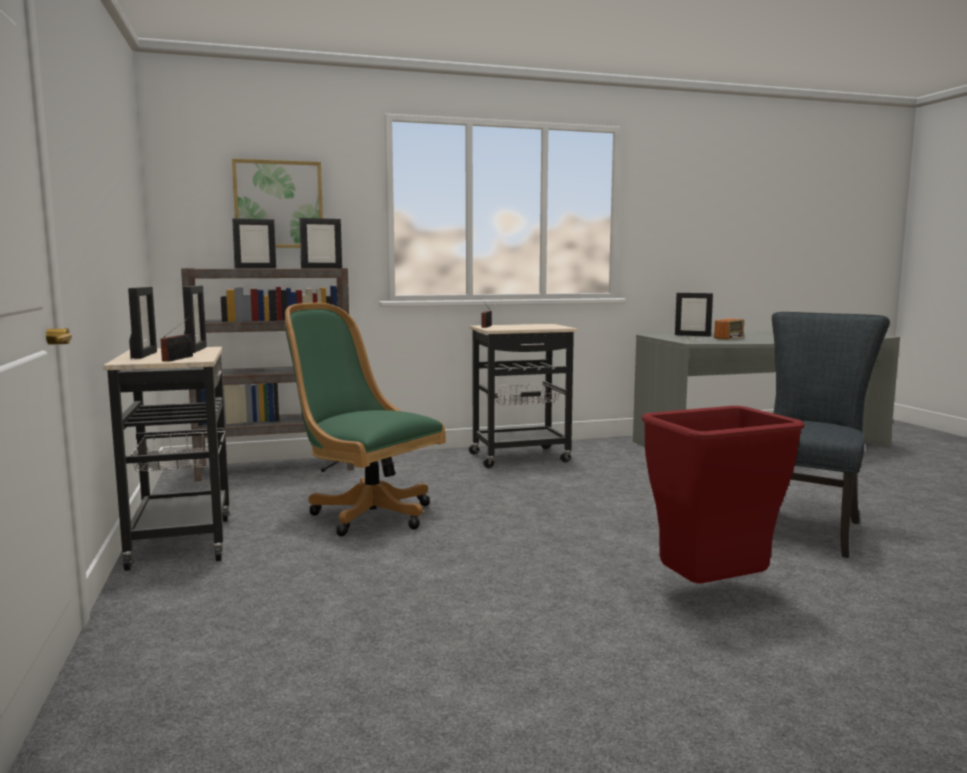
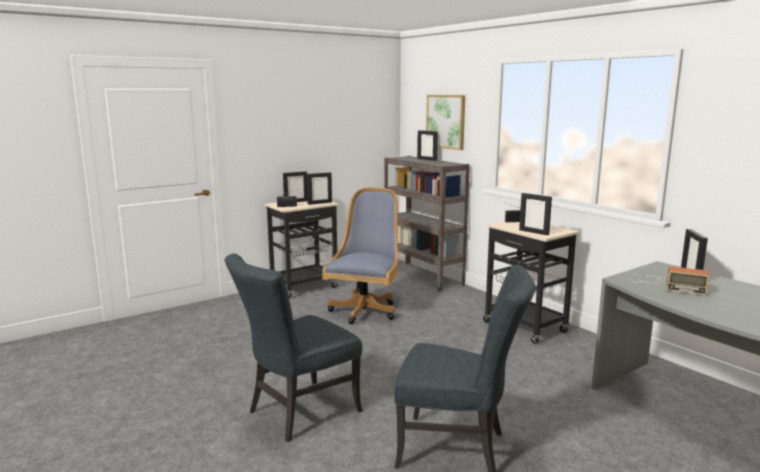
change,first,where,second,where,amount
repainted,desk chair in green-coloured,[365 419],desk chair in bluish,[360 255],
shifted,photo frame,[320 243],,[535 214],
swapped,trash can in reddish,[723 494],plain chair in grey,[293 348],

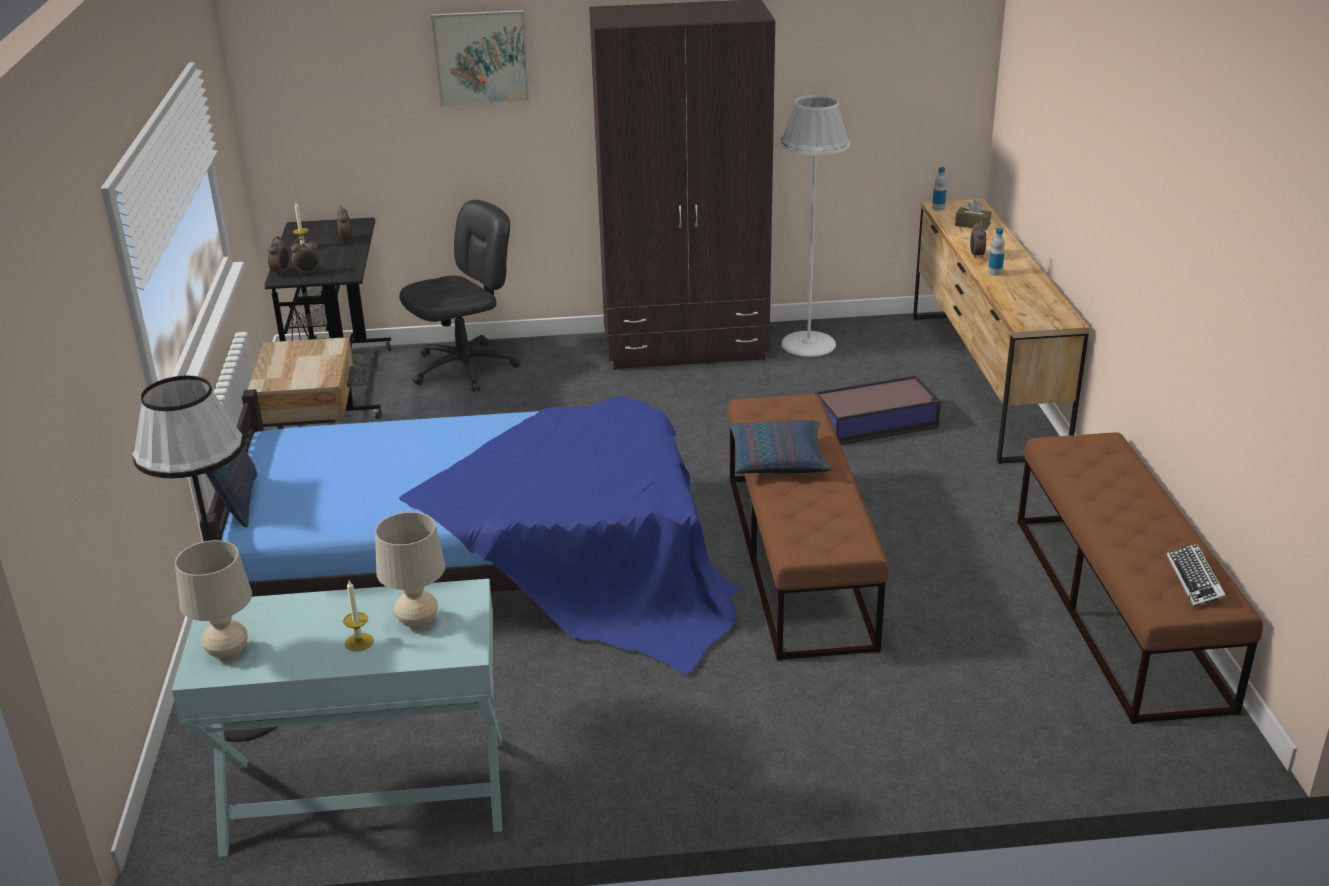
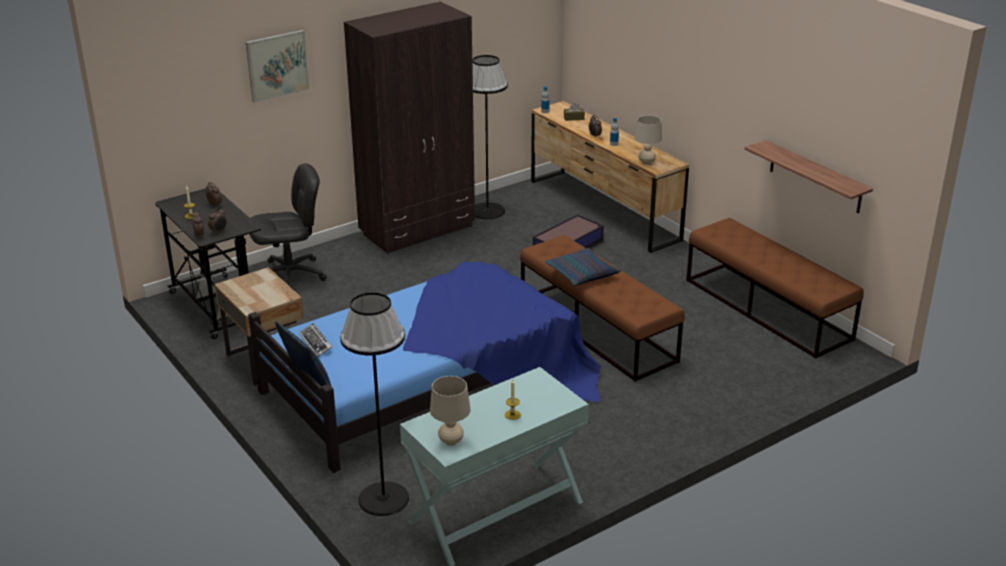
change,first,where,second,where,amount
shifted,lamp for a table in beige,[410 570],,[648 140],
rotated,desk chair in black,[460 296],,[288 224],45 degrees clockwise
repainted,floor lamp in white-coloured,[815 226],floor lamp in black,[490 137],
shifted,PC keyboard,[1196 575],,[315 340],
new,,,bracket shelf,[808 176],

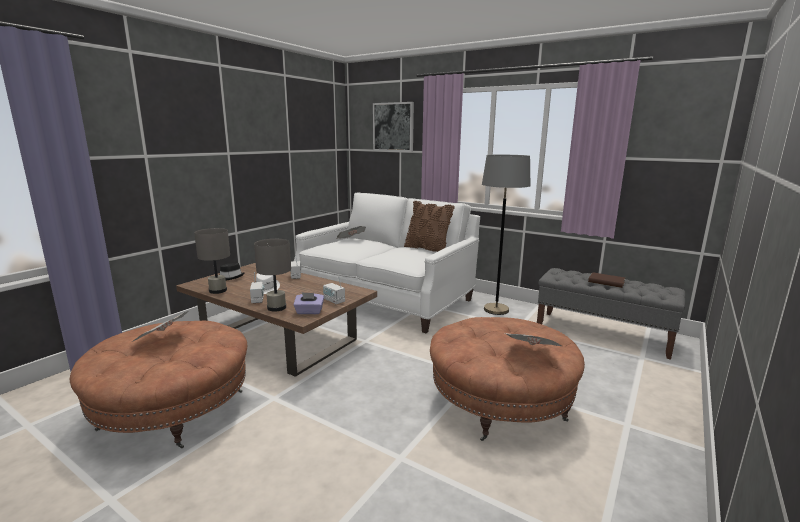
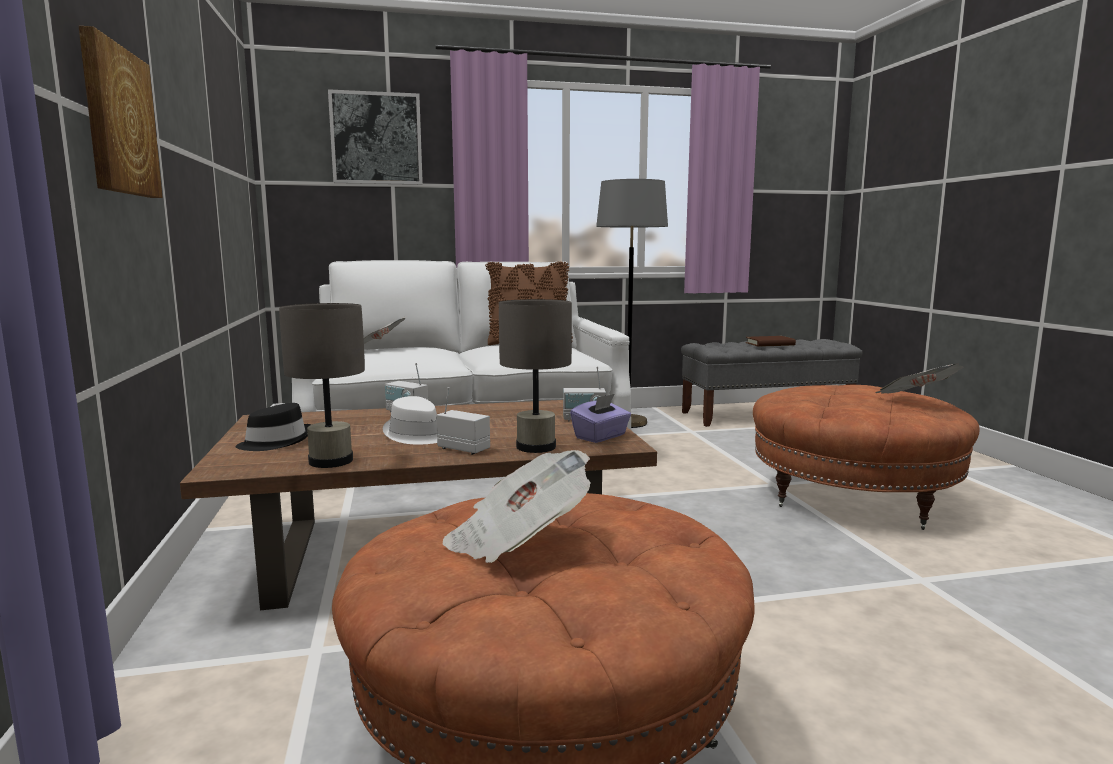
change,first,where,second,where,amount
new,,,wall picture,[121 112],

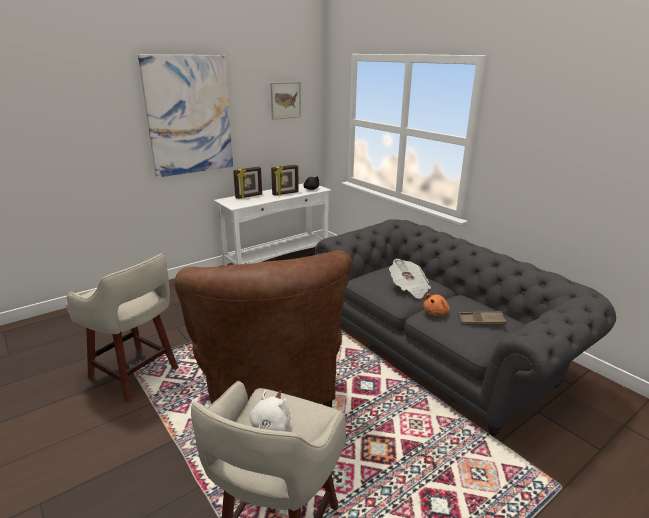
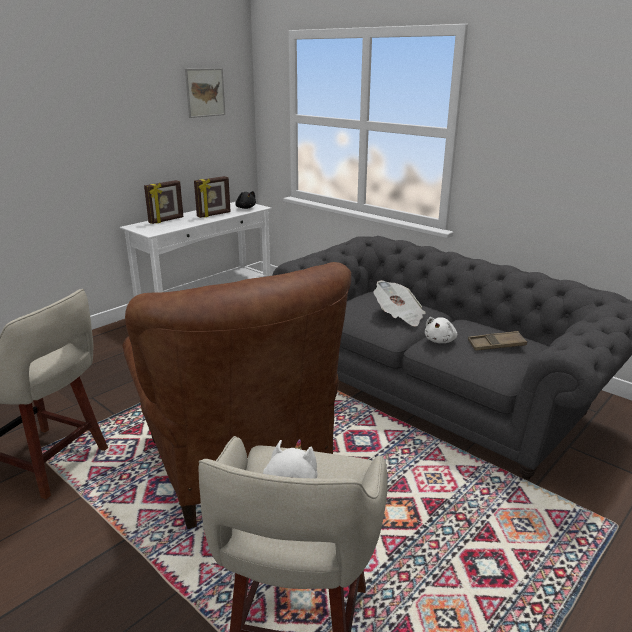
change,first,where,second,where,amount
gone,wall picture,[185 116],,,
repainted,cuddly toy in orangey,[436 305],cuddly toy in white-coloured,[441 330],

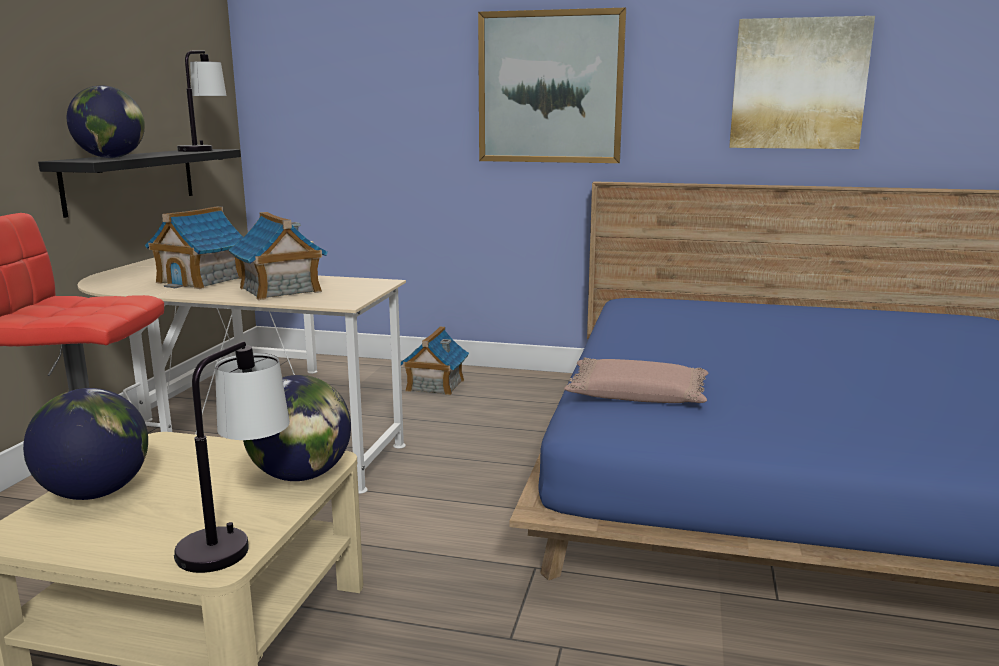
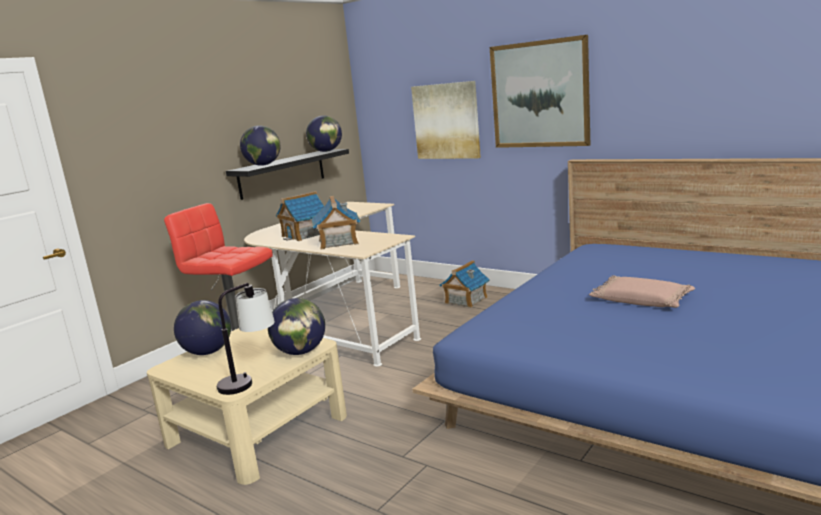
change,first,where,second,where,amount
swapped,lamp for a table,[202 101],world globe,[324 133],
shifted,pillow in beige,[636 380],,[642 291],
shifted,wall picture,[802 82],,[446 120],

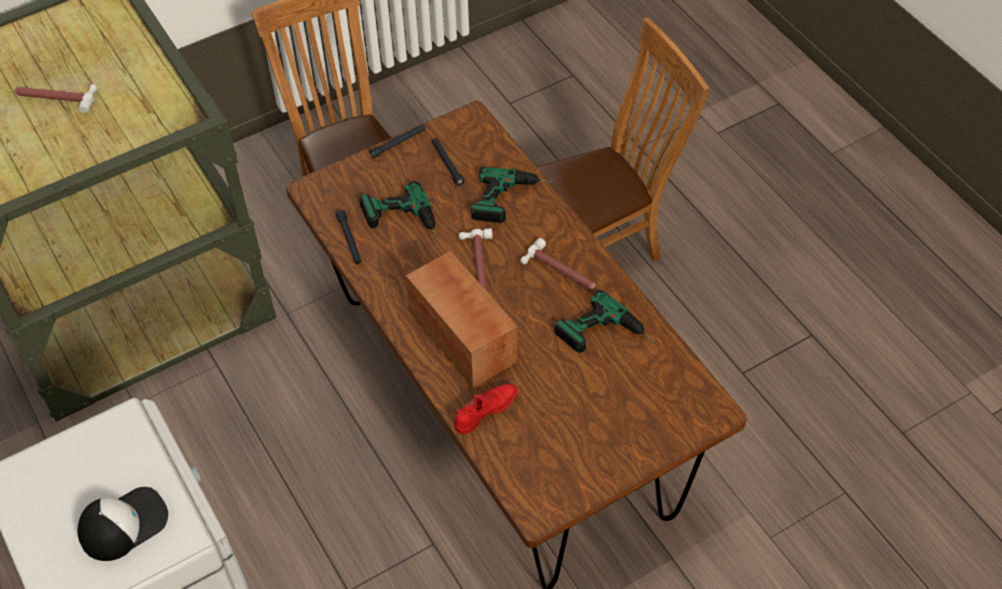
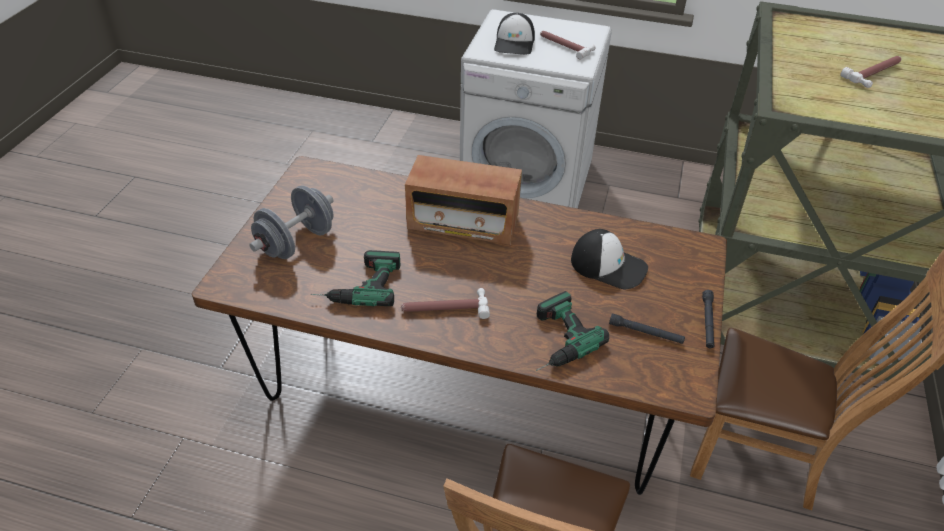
change,first,where,second,where,amount
gone,torch in black,[349 237],,,
swapped,electric drill,[398 210],baseball cap,[609 259],
gone,item of footwear in reddish,[486 409],,,
shifted,hammer,[475 259],,[568 45],
new,,,free weight in grey,[291 222],

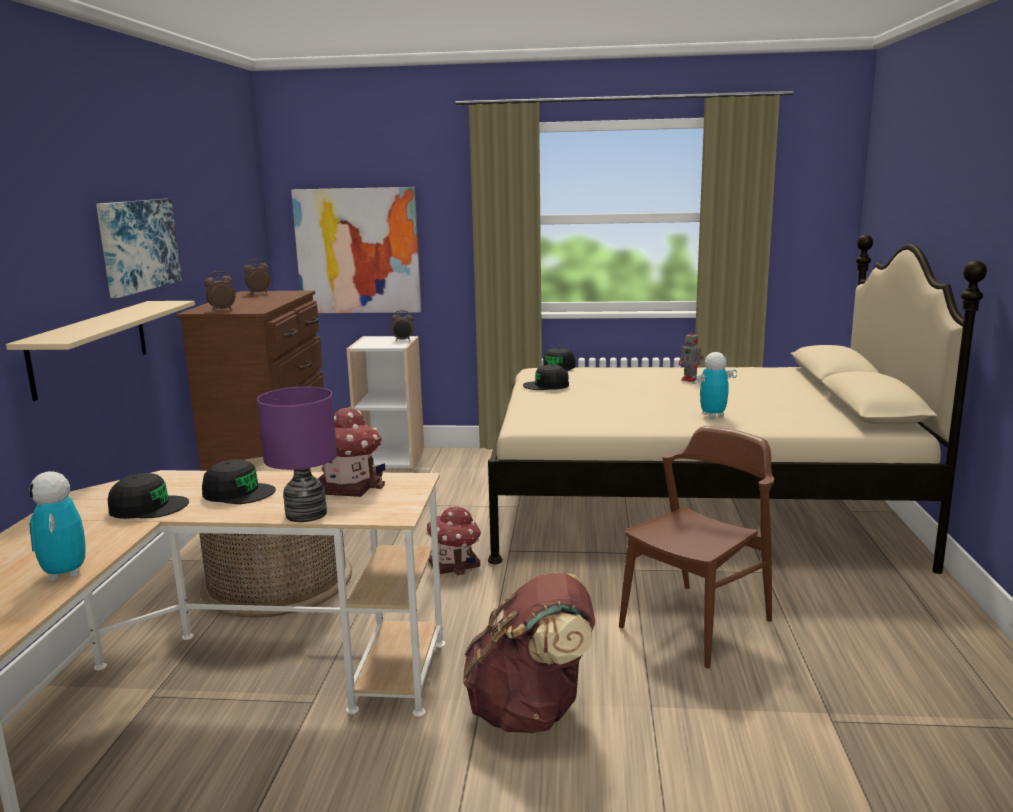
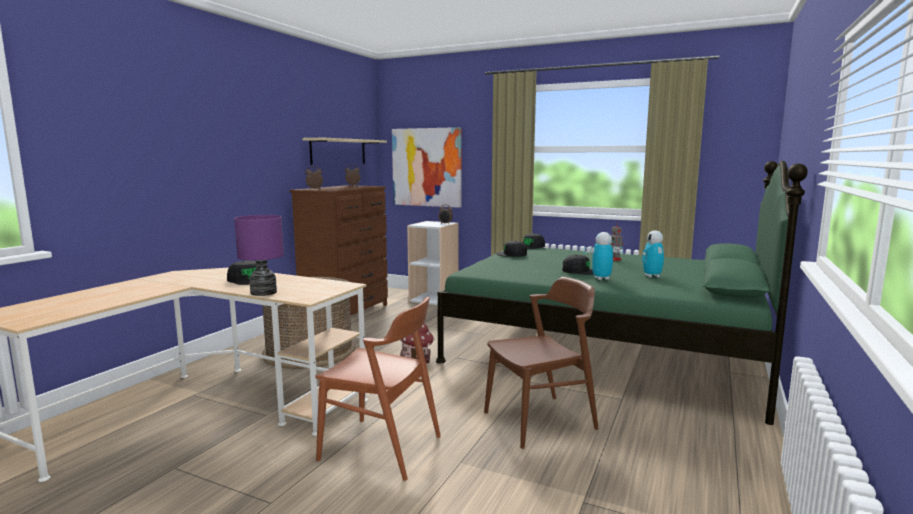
change,first,where,second,where,amount
shifted,bracket shelf in beige,[100 351],,[345 151],
shifted,robot figure,[57 526],,[653 254],
gone,wall picture,[139 248],,,
shifted,baseball cap in black,[148 496],,[577 265],
gone,miniature house,[351 452],,,
swapped,rucksack in brown-coloured,[529 652],plain chair in brown-coloured,[378 389],
repainted,bed in beige,[737 404],bed in green-coloured,[622 293],

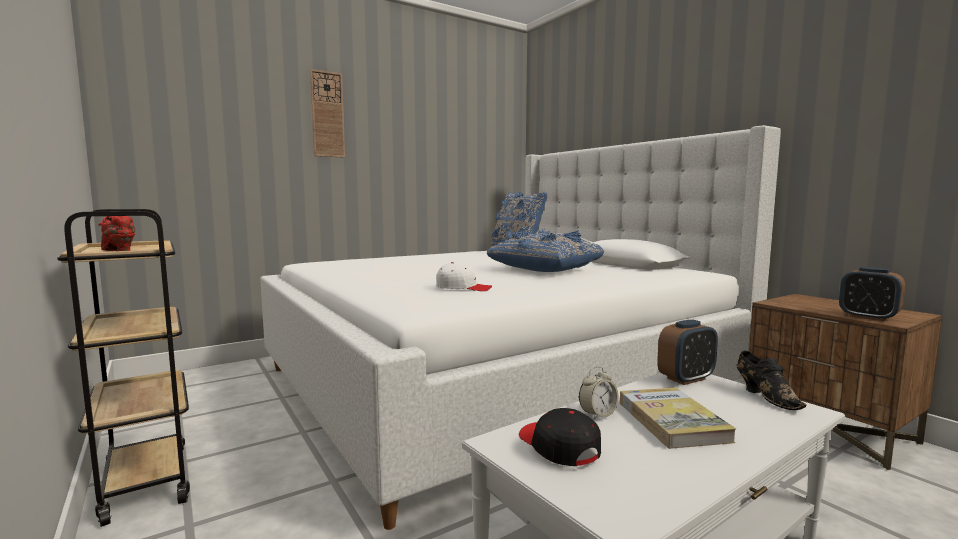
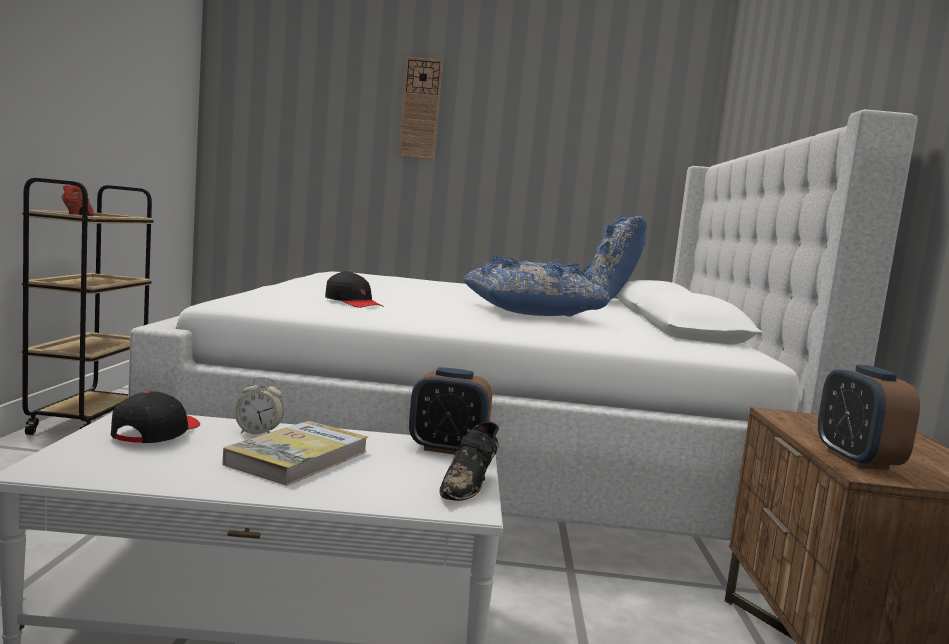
change,first,where,second,where,amount
repainted,baseball cap in white-coloured,[464 276],baseball cap in black,[354 289],

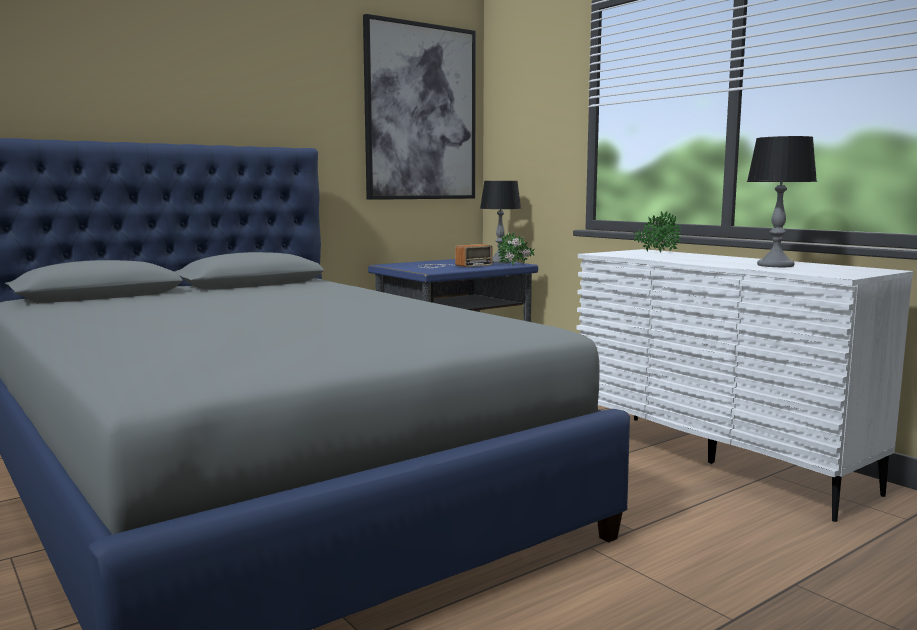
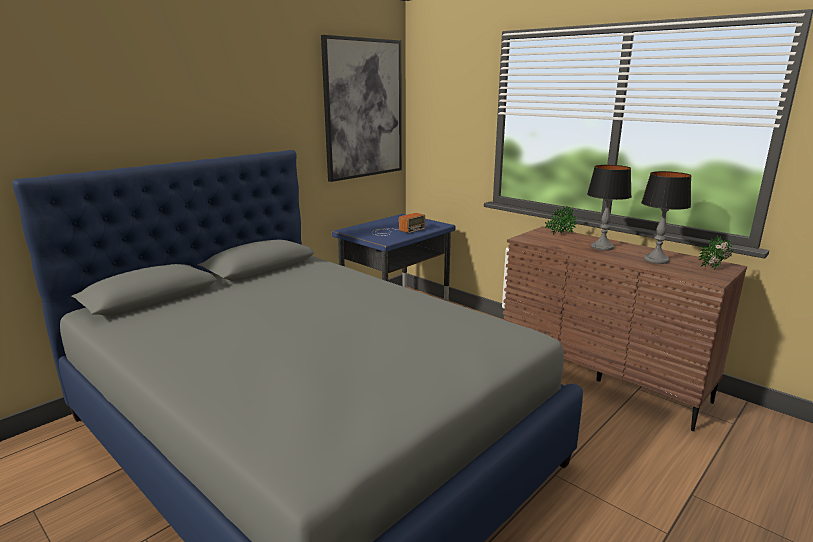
change,first,where,second,where,amount
shifted,lamp for a table,[500 222],,[609 208],
shifted,plant in a pot,[516 249],,[716 252],
repainted,dresser in white-coloured,[745 385],dresser in brown-coloured,[625 328],

